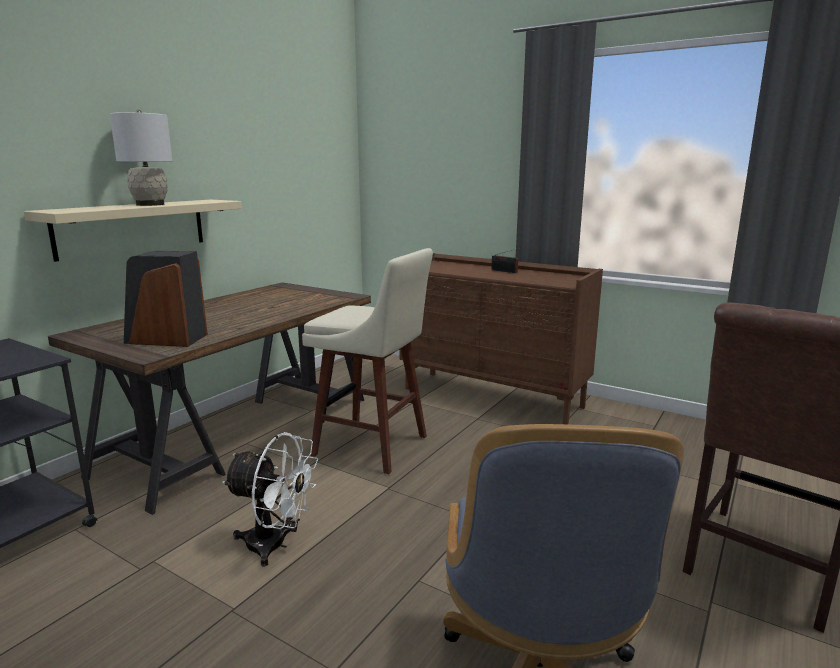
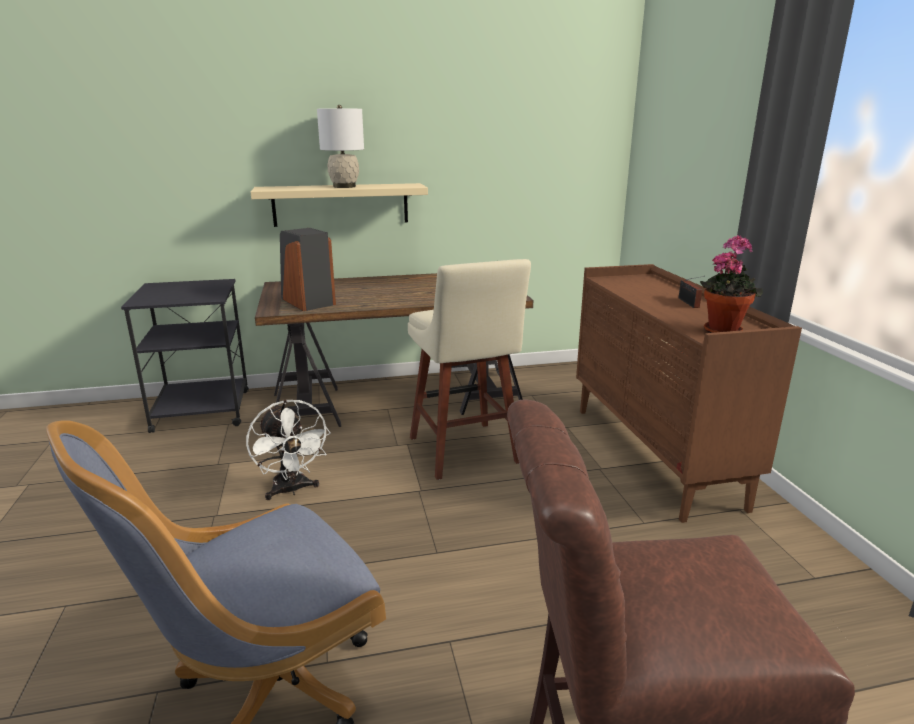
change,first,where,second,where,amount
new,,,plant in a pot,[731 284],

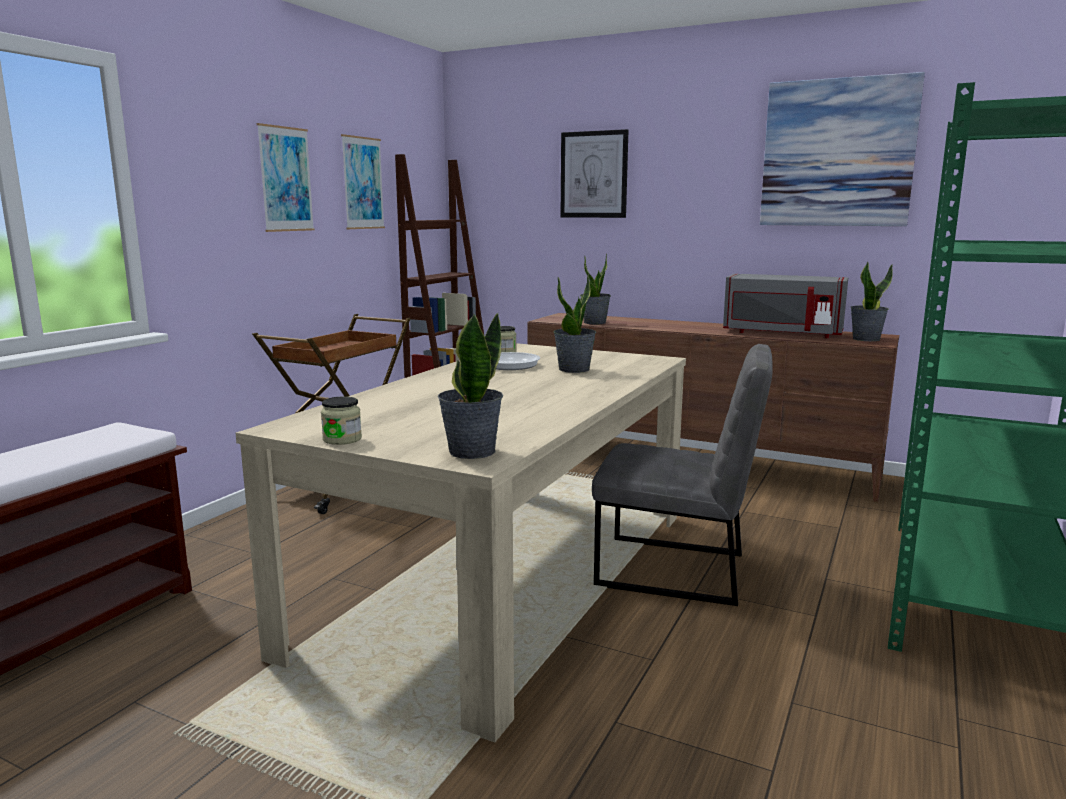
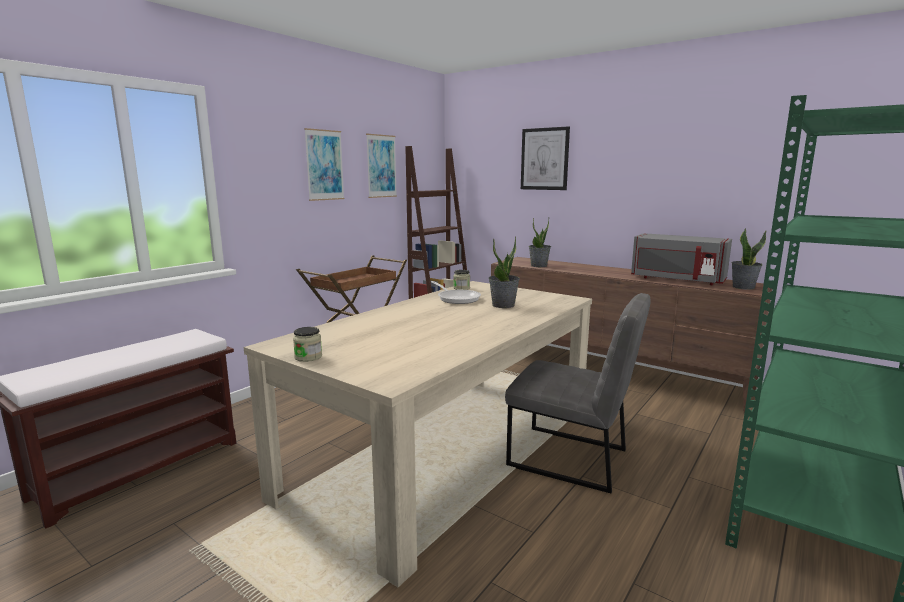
change,first,where,second,where,amount
gone,plant in a pot,[470 386],,,
gone,wall picture,[842 149],,,

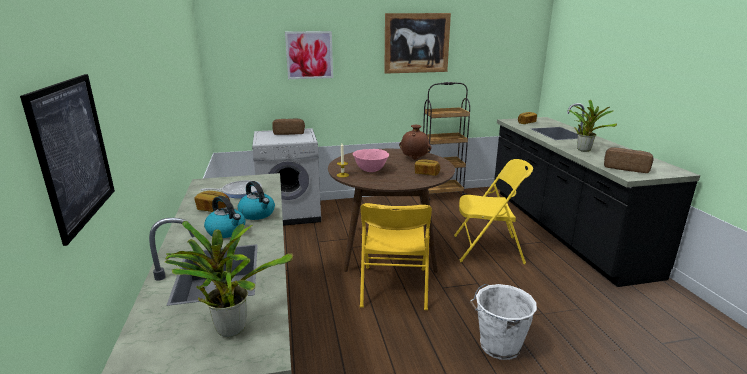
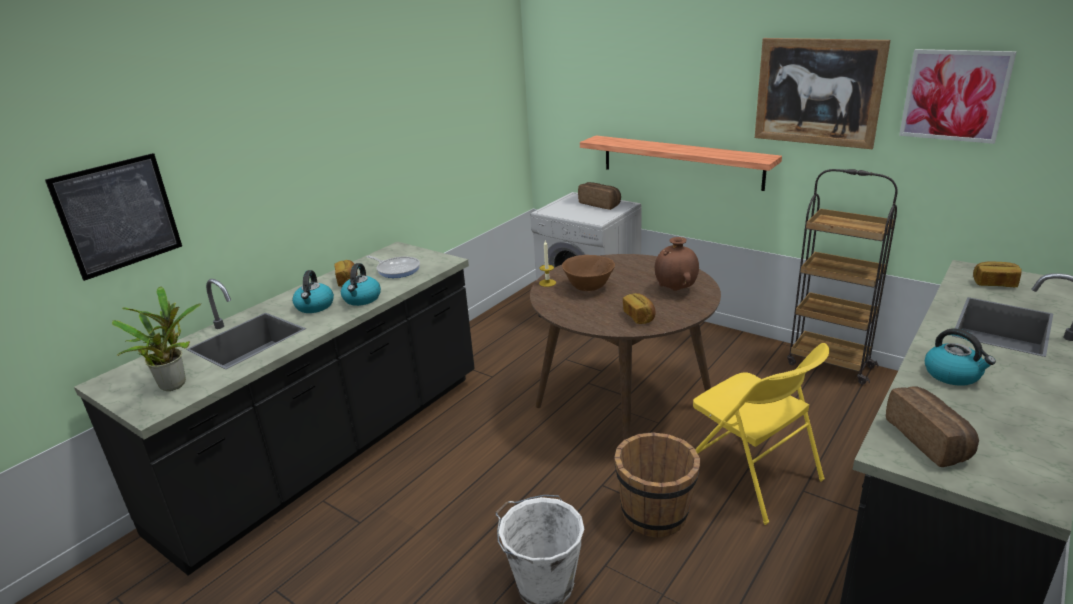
change,first,where,second,where,amount
shifted,wall picture,[309 55],,[958 96],
repainted,bowl in pink-coloured,[371 160],bowl in brown-coloured,[588 273],
gone,plain chair in yellow-coloured,[396 256],,,
swapped,plant in a pot,[593 126],tea kettle,[960 357],
new,,,bracket shelf,[681 163],
new,,,bucket in brown-coloured,[657 485],

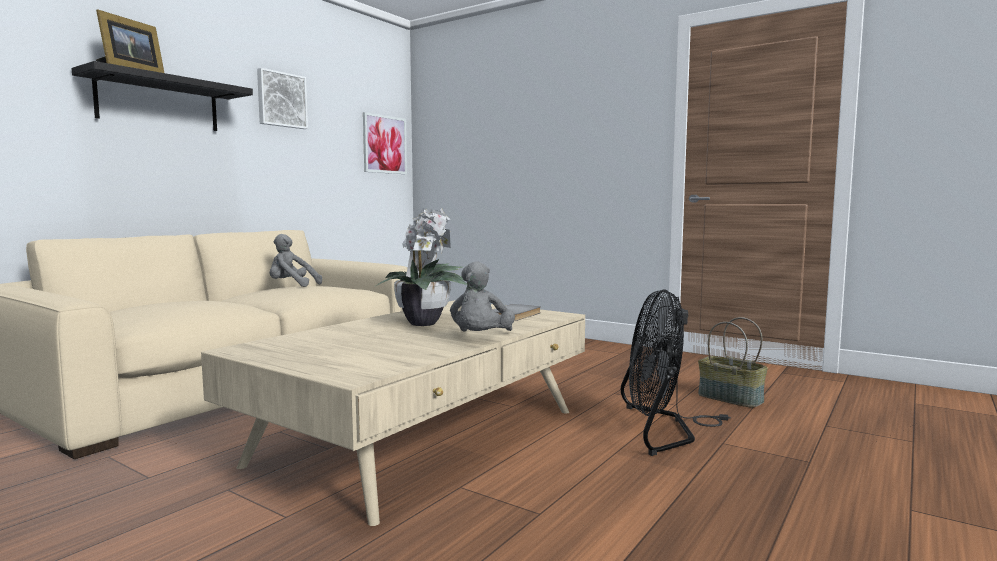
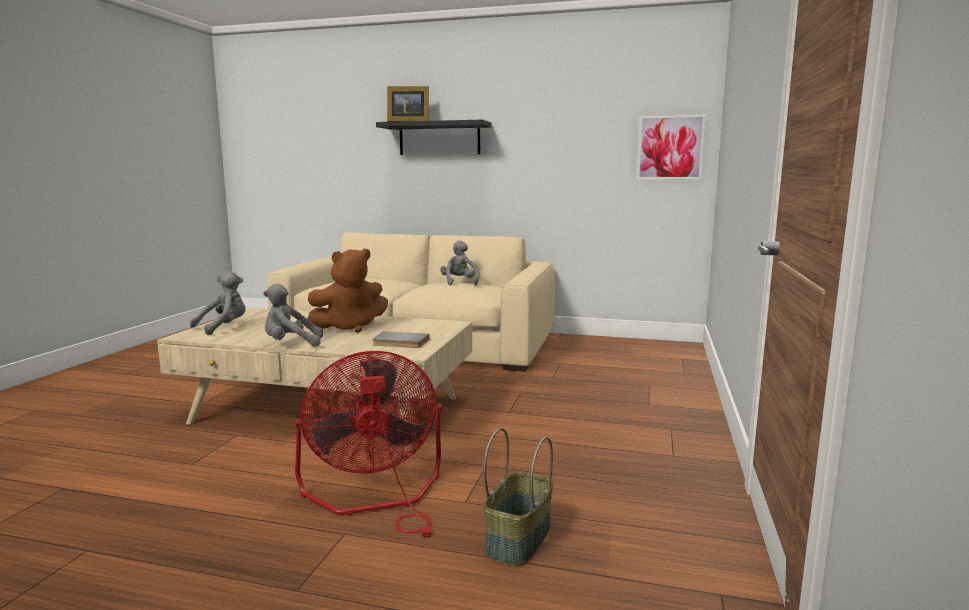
change,first,where,second,where,amount
gone,wall picture,[282 98],,,
swapped,plant in a pot,[420 267],cuddly toy in brown-coloured,[348 291],
repainted,fan in black,[676 372],fan in reddish,[368 444],
new,,,cuddly toy in grey,[218 303],

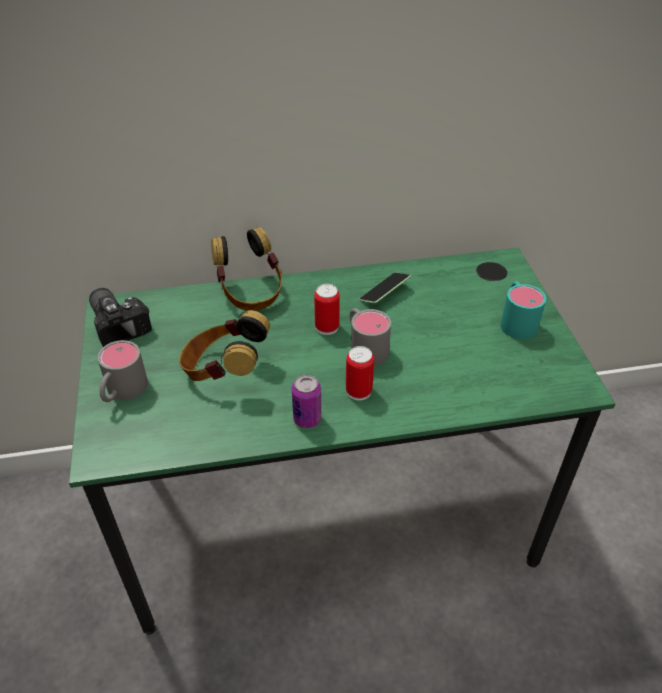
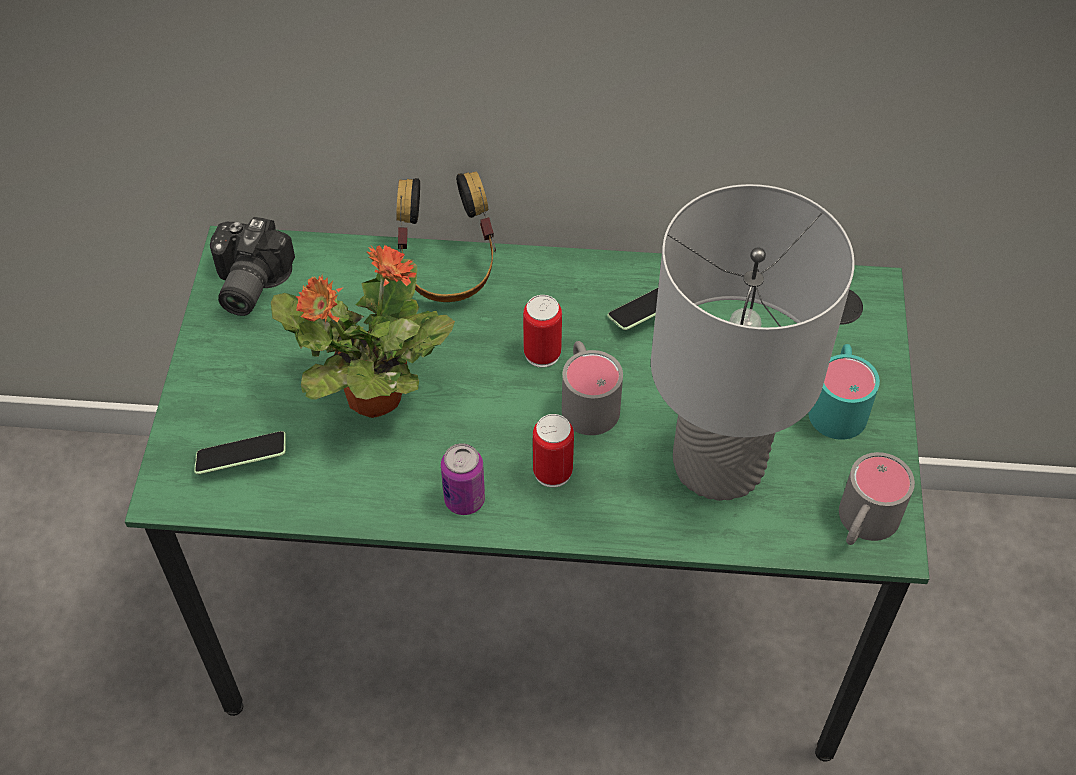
change,first,where,second,where,amount
rotated,still camera,[120 317],,[252 266],150 degrees counterclockwise
shifted,coffee mug in grey,[122 371],,[877 498],
swapped,headphones,[224 345],plant in a pot,[363 331],
new,,,telephone,[240 453],
new,,,lamp for a table in grey,[753 342],

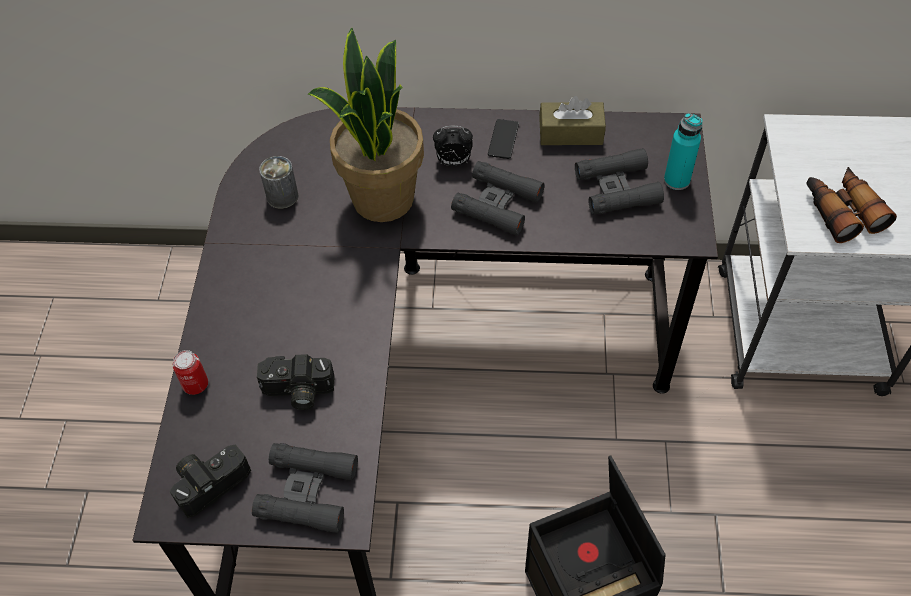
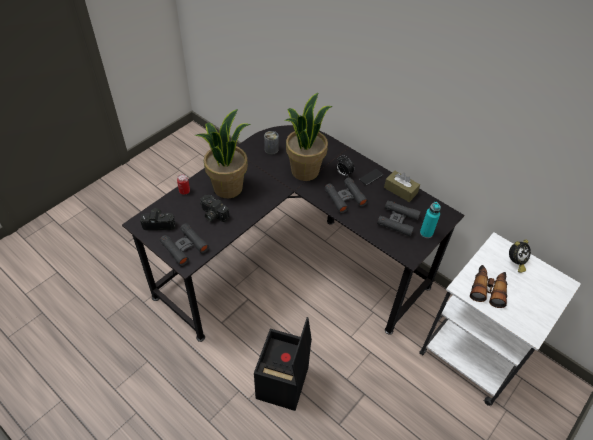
change,first,where,second,where,amount
new,,,plant in a pot,[223 153],
new,,,bedside clock,[520 256],

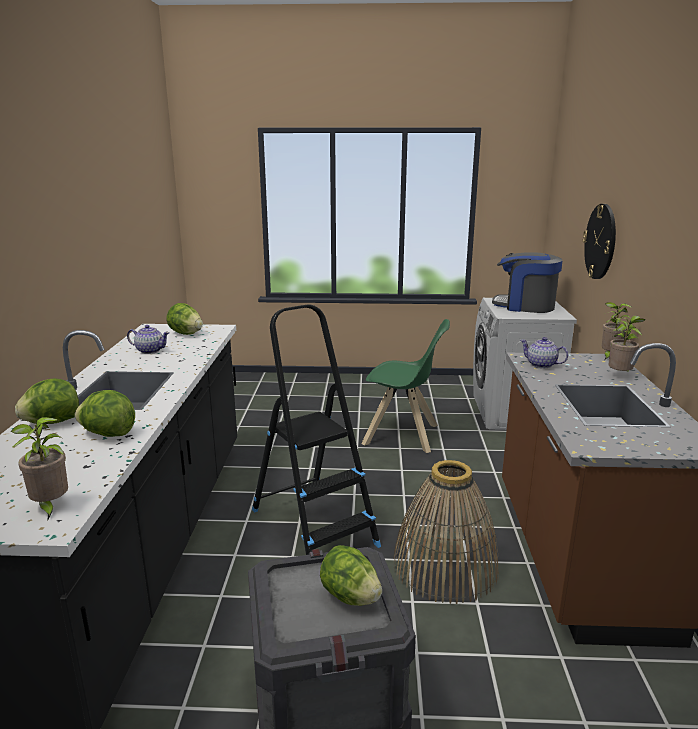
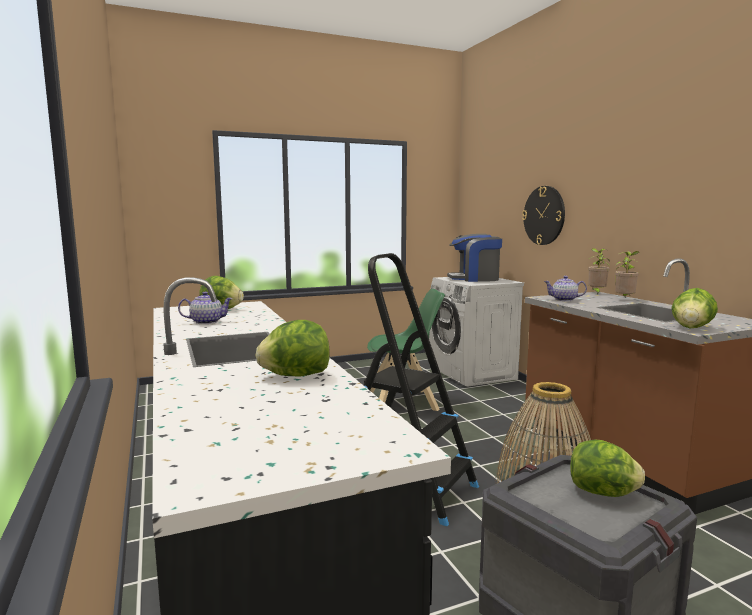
change,first,where,second,where,amount
gone,plant in a pot,[39 468],,,
shifted,lettuce,[47 401],,[694 308],

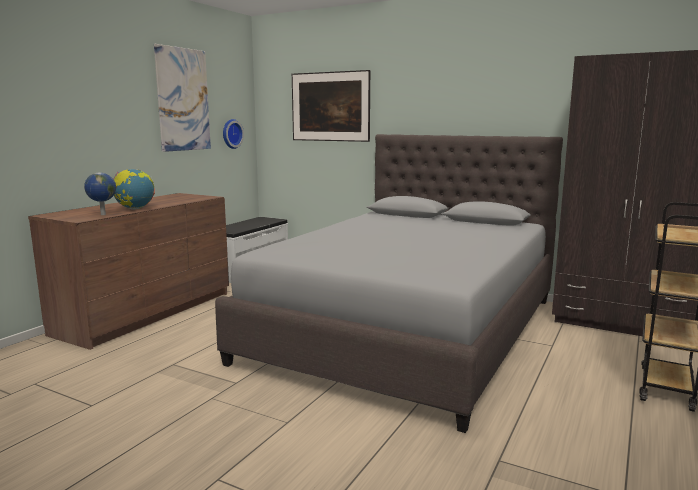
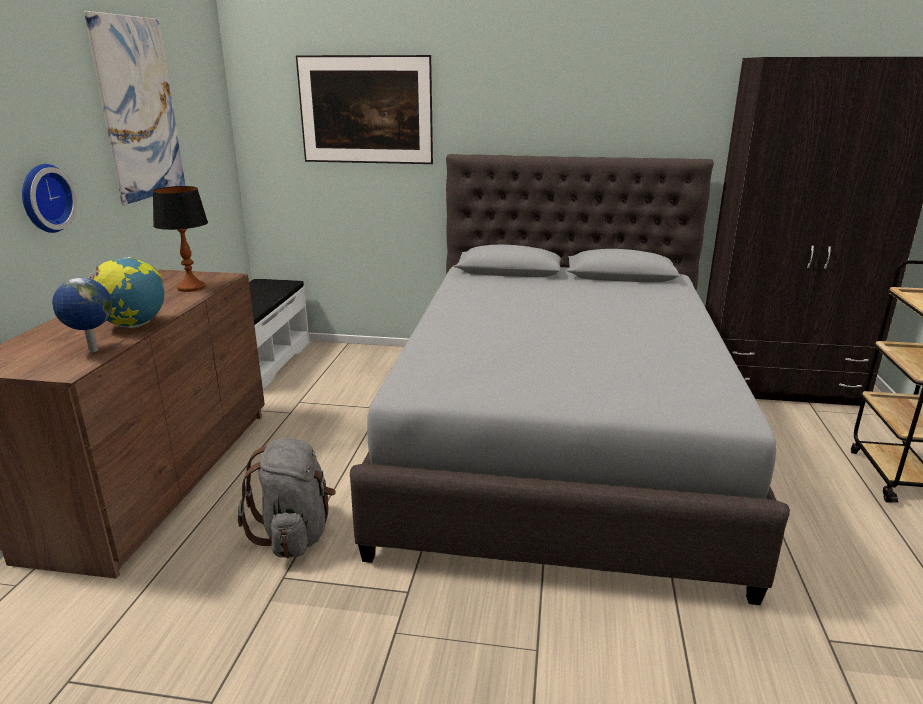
change,first,where,second,where,amount
shifted,clock on the wall,[233 134],,[49 198],
new,,,lamp for a table,[180 239],
new,,,rucksack in grey,[287 498],

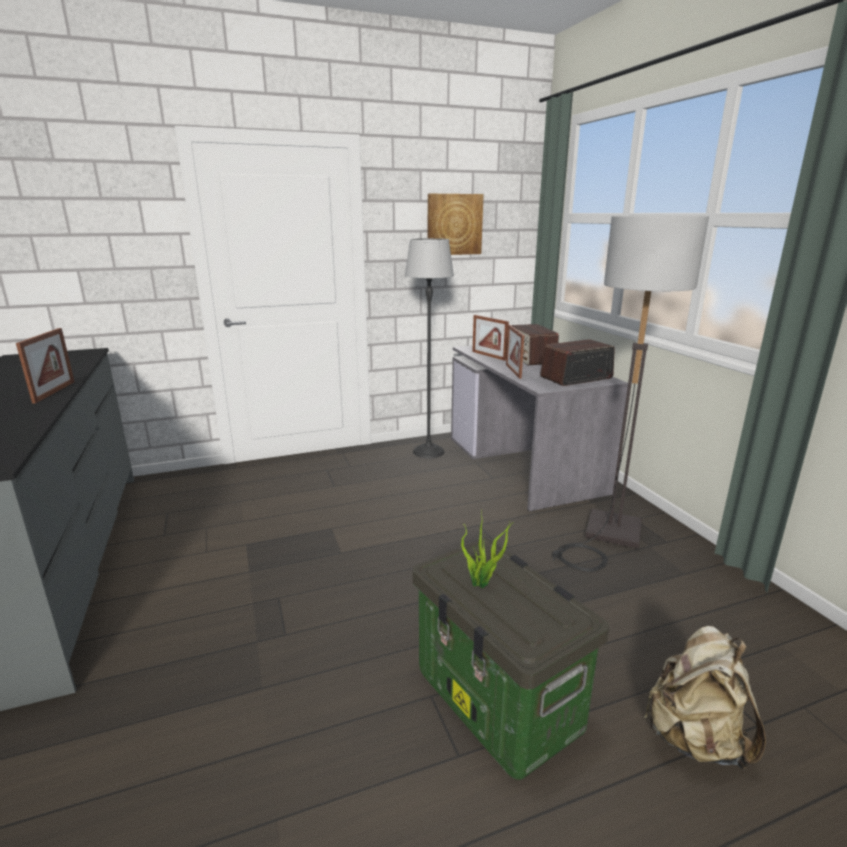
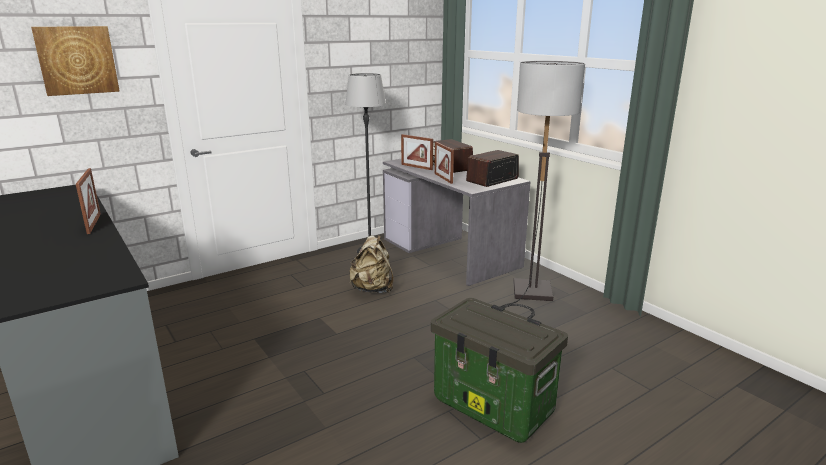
change,first,where,second,where,amount
shifted,wall picture,[456 224],,[75 61],
gone,plant in a pot,[487 549],,,
shifted,rucksack in beige,[705 698],,[371 264],

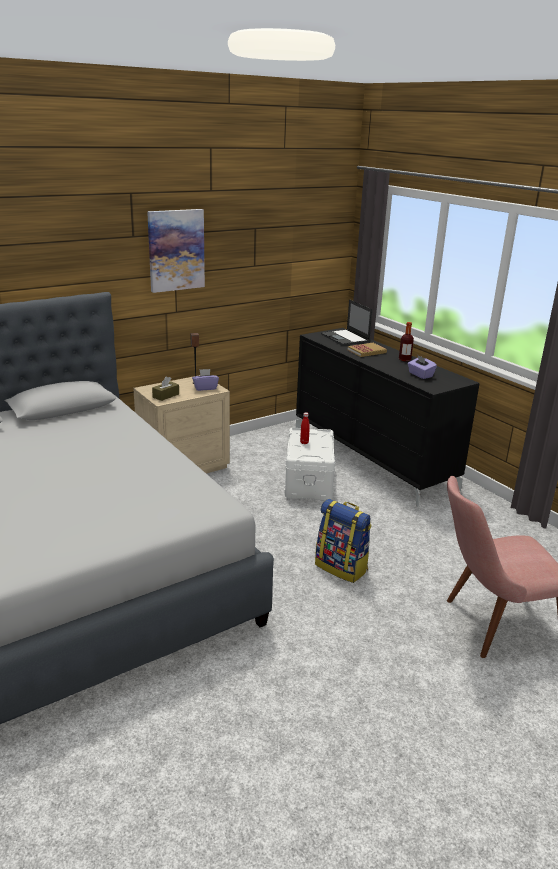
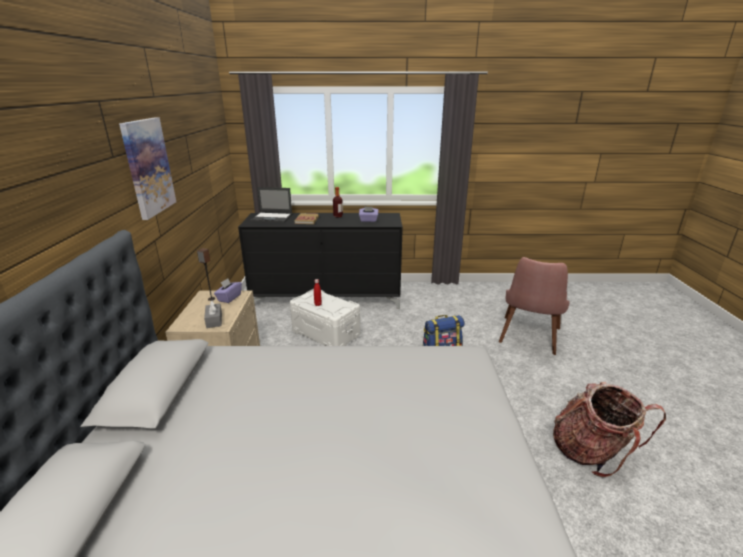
change,first,where,second,where,amount
repainted,box of tissues in brown-coloured,[165 388],box of tissues in grey,[213 314],
new,,,rucksack,[609 429],

